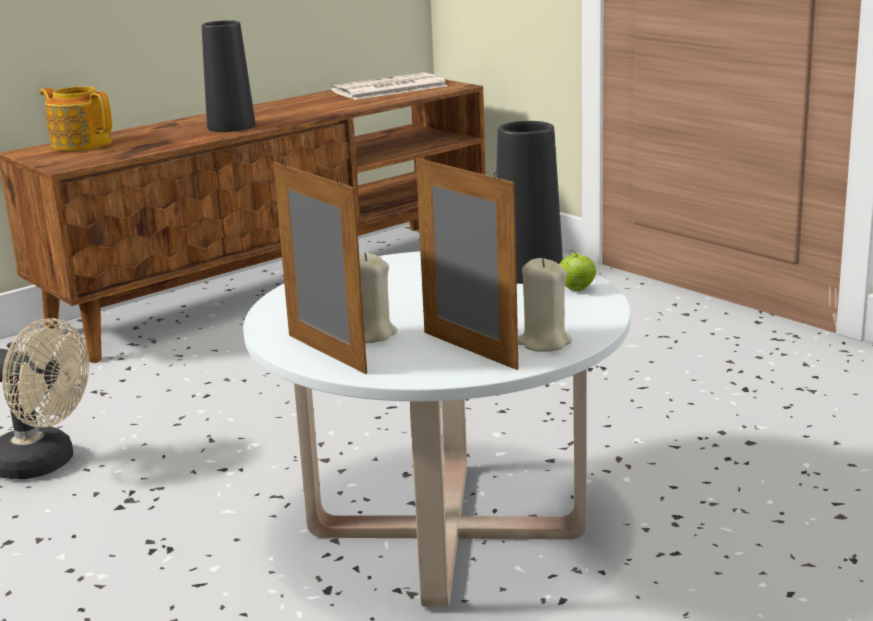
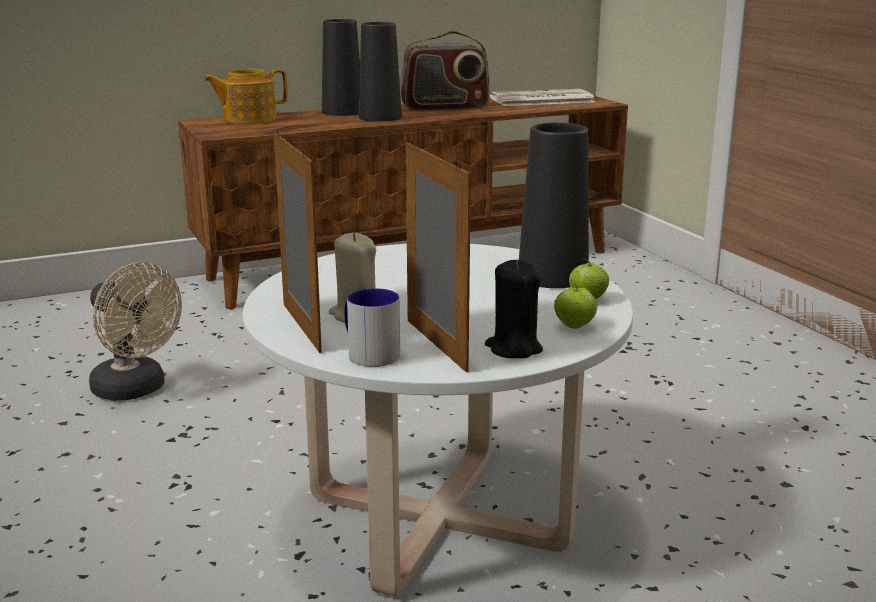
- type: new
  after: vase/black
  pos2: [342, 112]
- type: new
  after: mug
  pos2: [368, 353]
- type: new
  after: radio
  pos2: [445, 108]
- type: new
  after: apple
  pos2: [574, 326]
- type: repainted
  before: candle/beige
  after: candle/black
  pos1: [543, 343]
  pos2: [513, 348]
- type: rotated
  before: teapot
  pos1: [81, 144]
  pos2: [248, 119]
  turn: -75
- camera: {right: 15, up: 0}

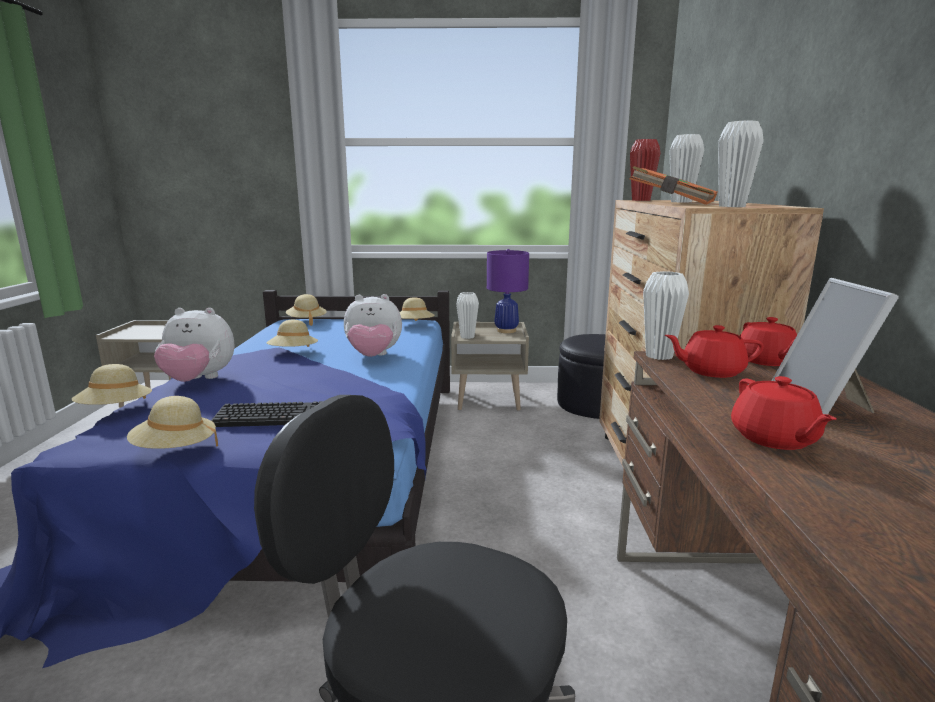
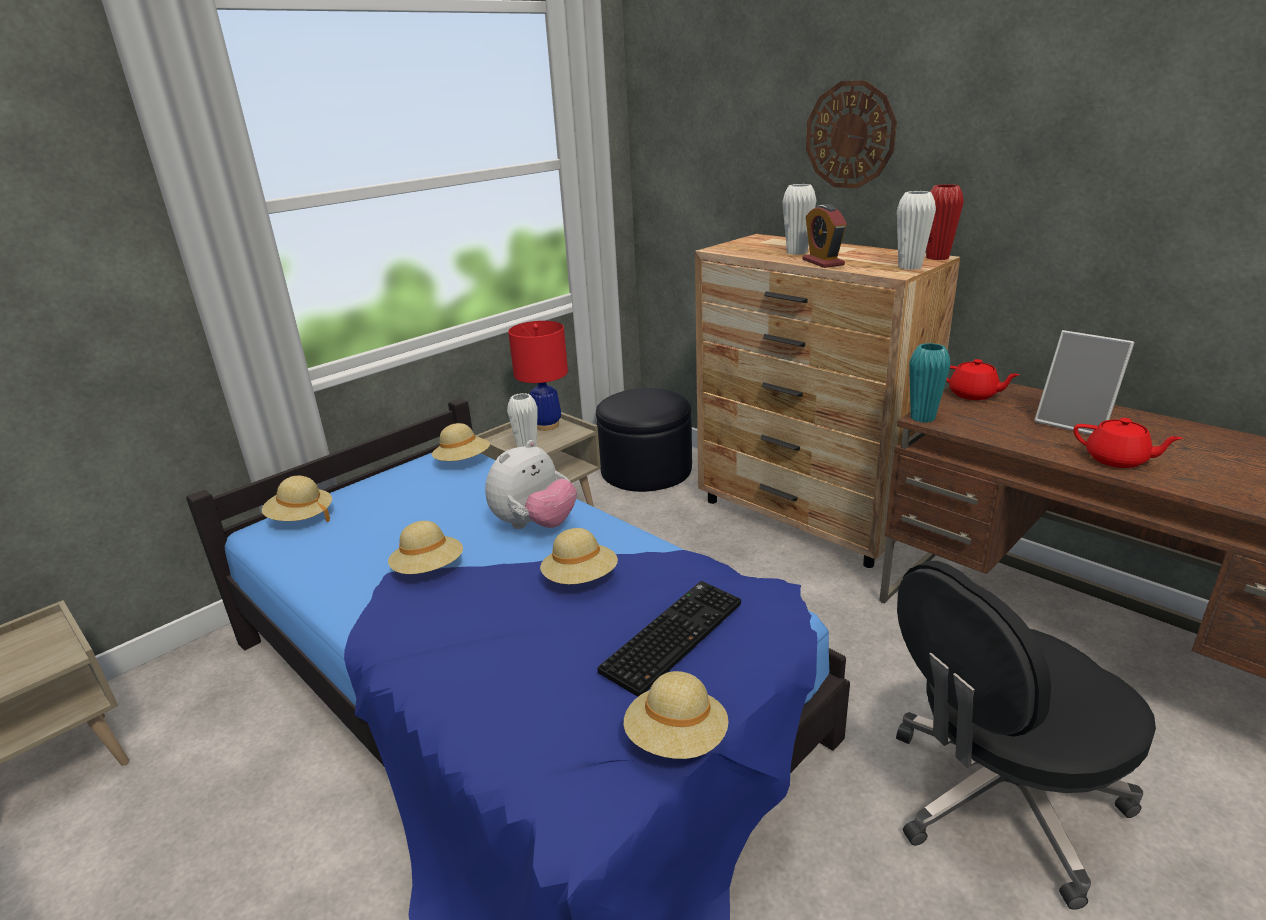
- type: gone
  before: plush toy
  pos1: [199, 380]
- type: gone
  before: teapot/red
  pos1: [711, 371]
- type: new
  after: wall clock
  pos2: [850, 135]
- type: shifted
  before: hat/beige
  pos1: [116, 410]
  pos2: [580, 579]
- type: shifted
  before: vase/red
  pos1: [641, 200]
  pos2: [937, 258]
- type: swapped
  before: book/orange
  after: alarm clock
  pos1: [672, 203]
  pos2: [823, 262]
- type: repainted
  before: table lamp/purple
  after: table lamp/red
  pos1: [506, 330]
  pos2: [546, 425]
- type: repainted
  before: vase/white
  after: vase/turquoise
  pos1: [659, 356]
  pos2: [922, 418]
- camera: {right: -45, up: 10}

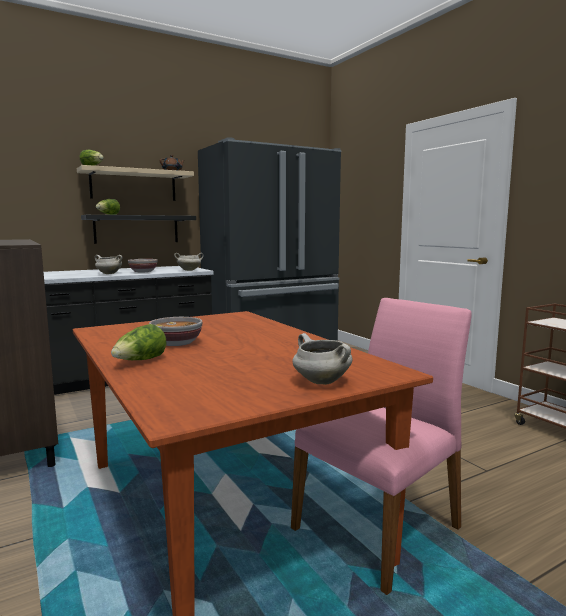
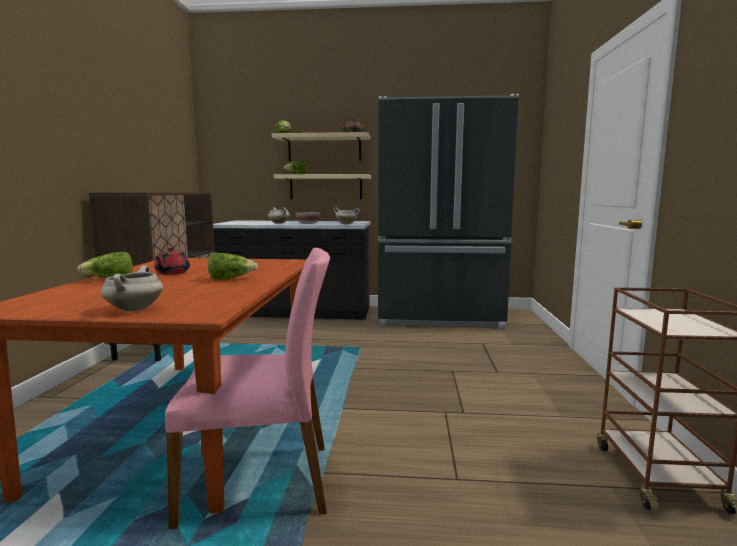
- type: new
  after: lettuce
  pos2: [230, 279]
- type: swapped
  before: bowl
  after: teapot/red
  pos1: [177, 343]
  pos2: [172, 273]
- type: repainted
  before: shelf/black
  after: shelf/beige
  pos1: [136, 229]
  pos2: [326, 187]
- camera: {right: 35, up: 0}

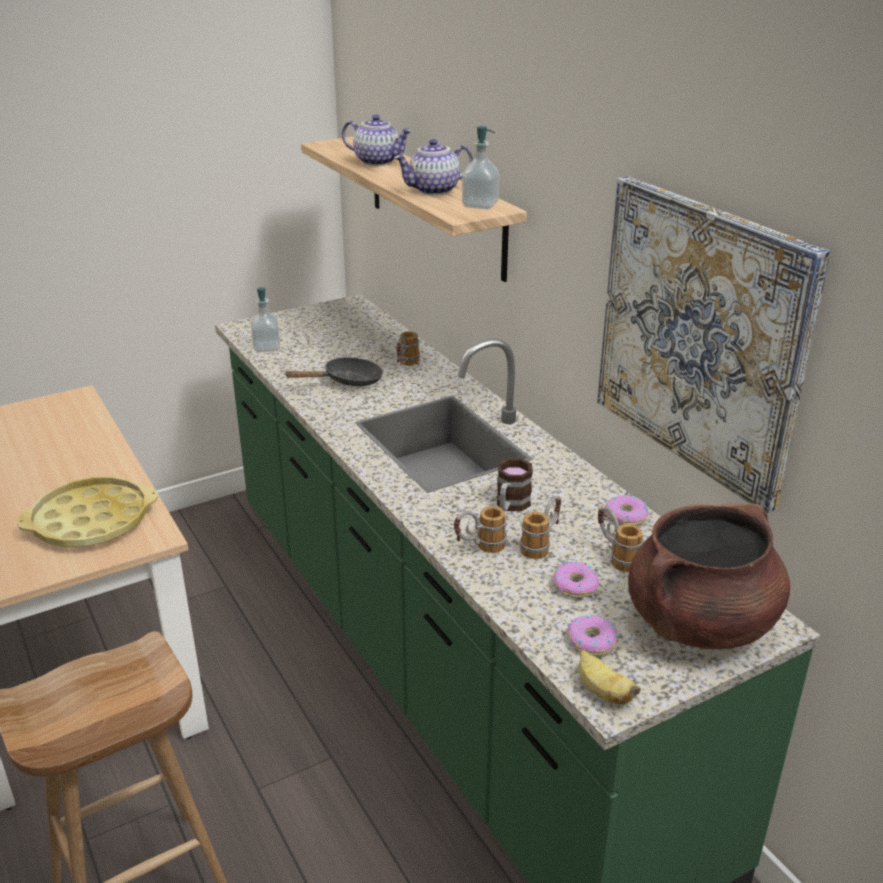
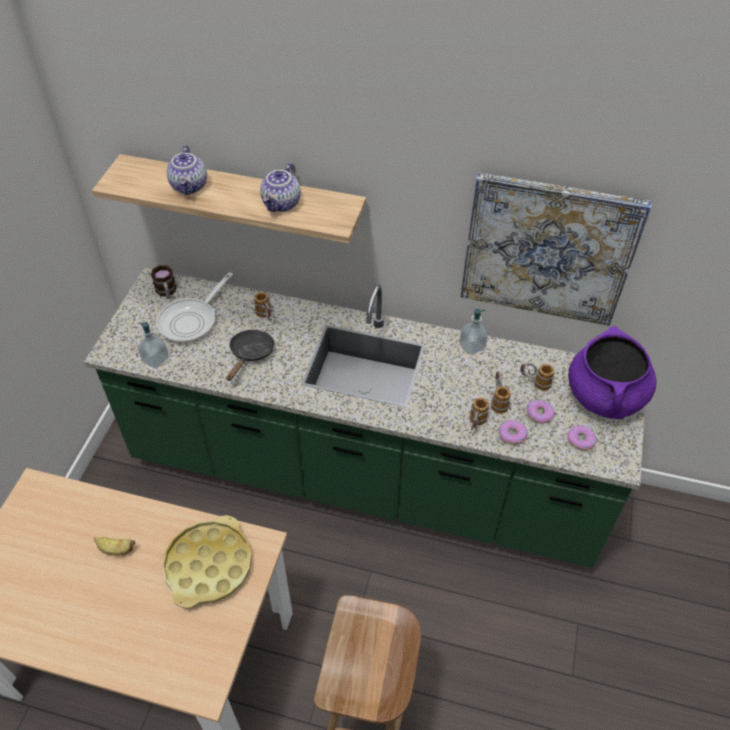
- type: new
  after: frying pan
  pos2: [191, 321]
- type: shifted
  before: soap dispenser
  pos1: [480, 205]
  pos2: [472, 346]
- type: shifted
  before: mug
  pos1: [510, 506]
  pos2: [167, 292]
- type: shifted
  before: banana
  pos1: [602, 692]
  pos2: [116, 550]
- type: shifted
  before: donut
  pos1: [626, 516]
  pos2: [512, 435]
- type: repainted
  before: cooking pot/brown
  after: cooking pot/purple
  pos1: [700, 624]
  pos2: [605, 396]
- type: rotated
  before: teapot
  pos1: [378, 161]
  pos2: [190, 186]
  turn: 105
- camera: {right: -45, up: 20}

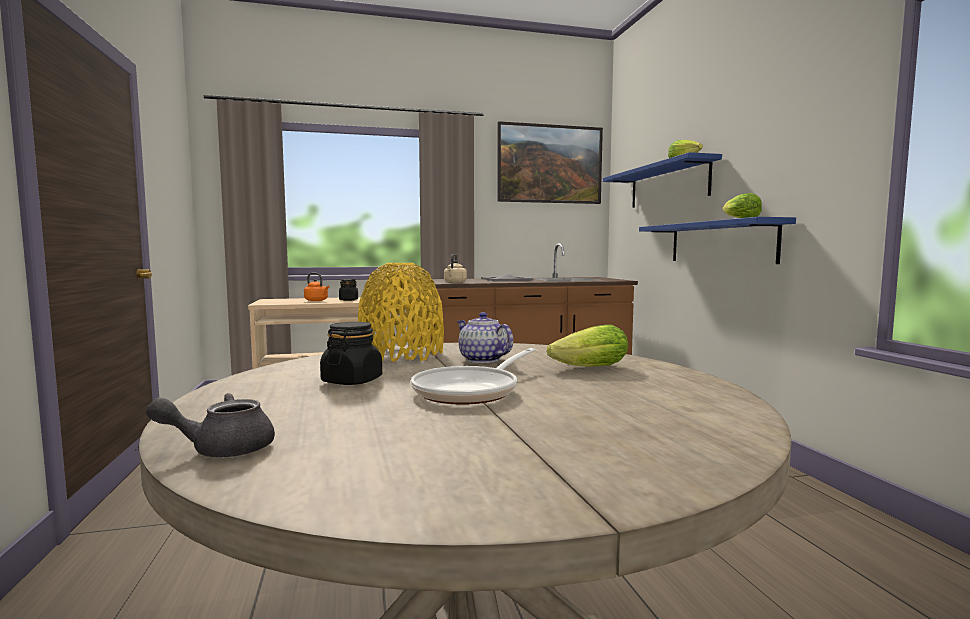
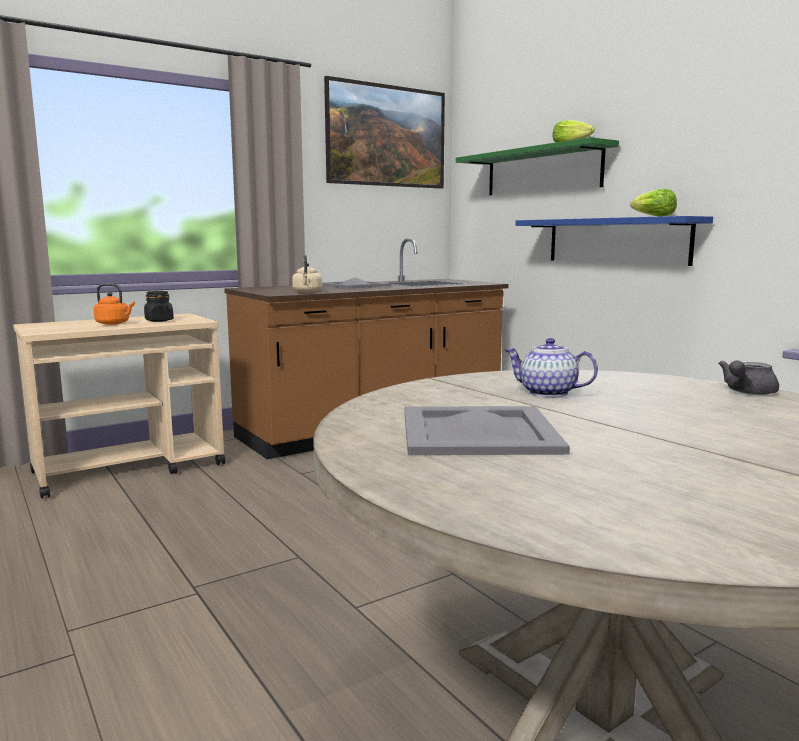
- type: gone
  before: vase/yellow
  pos1: [401, 354]
- type: gone
  before: frying pan
  pos1: [471, 391]
- type: gone
  before: lettuce
  pos1: [585, 368]
- type: shifted
  before: teapot/grey
  pos1: [222, 449]
  pos2: [746, 392]
- type: swapped
  before: jar/black
  after: tray/grey
  pos1: [352, 381]
  pos2: [479, 432]
- type: repainted
  before: shelf/blue
  after: shelf/green
  pos1: [668, 185]
  pos2: [542, 171]
- camera: {right: -20, up: 5}

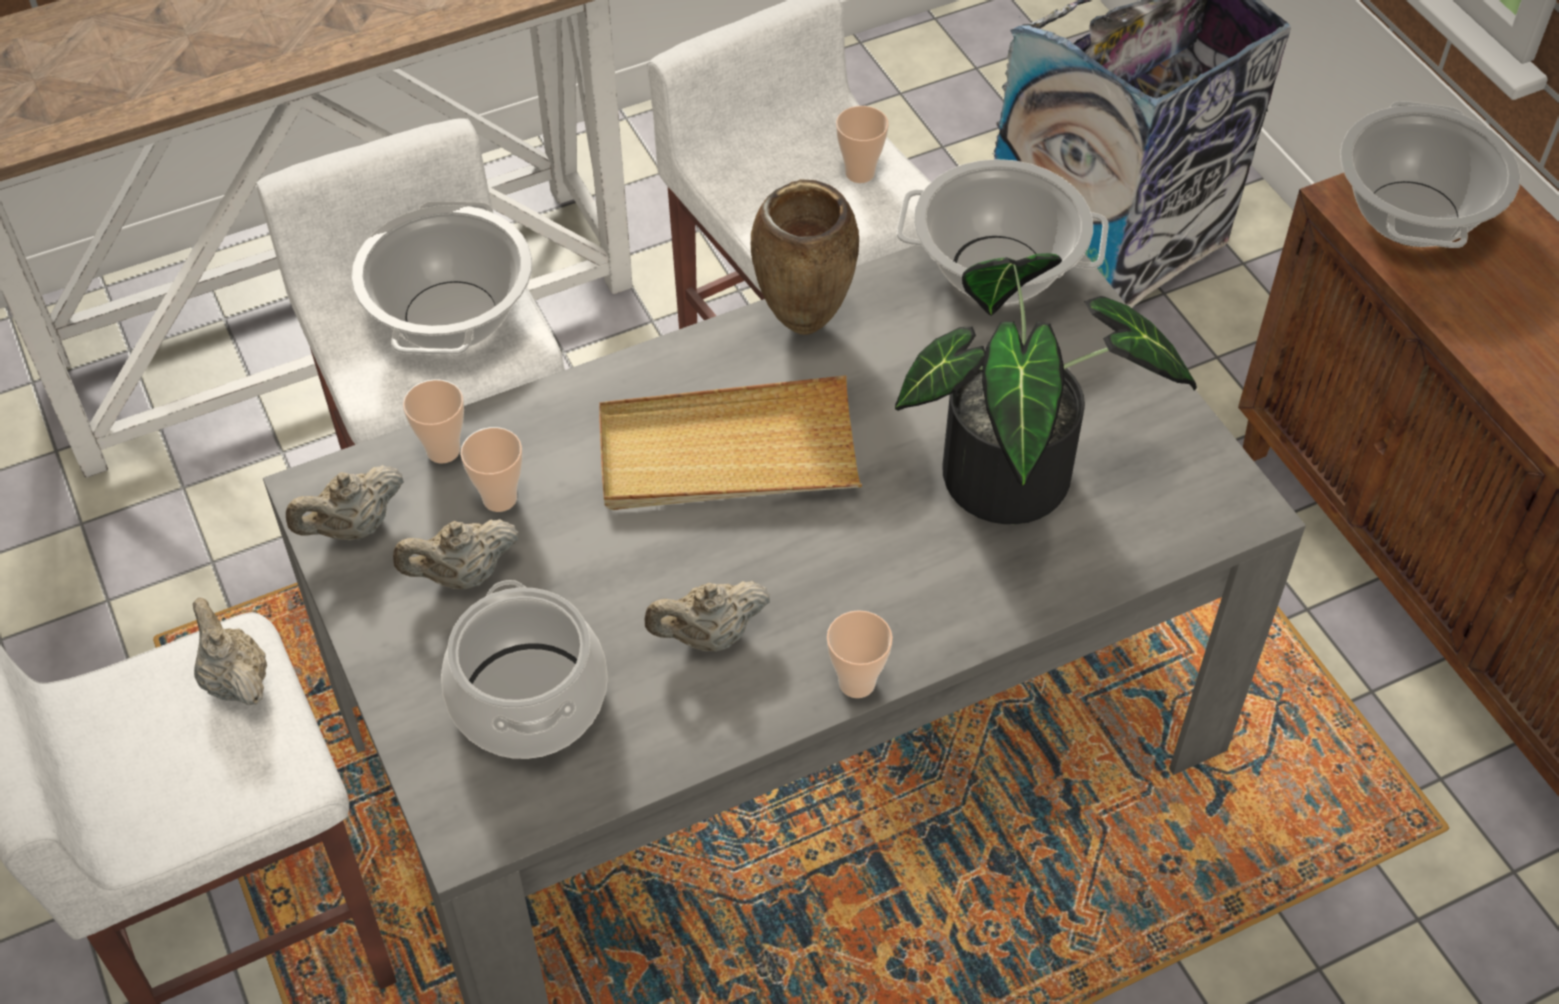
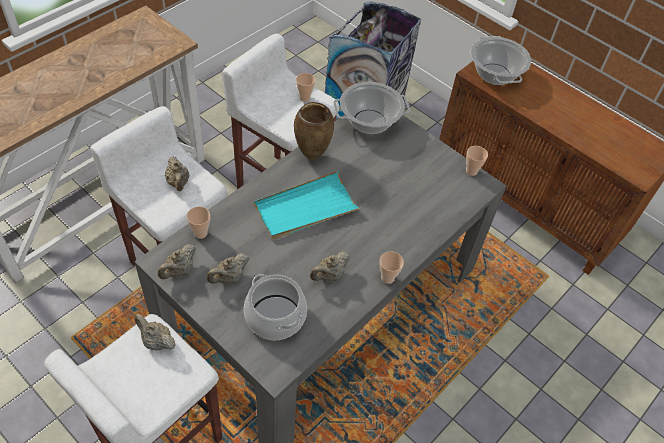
- type: gone
  before: potted plant
  pos1: [1021, 483]
- type: shifted
  before: cup
  pos1: [500, 498]
  pos2: [471, 171]
- type: swapped
  before: cooking pot
  after: teapot/beige
  pos1: [452, 317]
  pos2: [178, 183]
- type: repainted
  before: tray/beige
  after: tray/turquoise
  pos1: [727, 453]
  pos2: [306, 208]
- camera: {right: -25, up: 0}

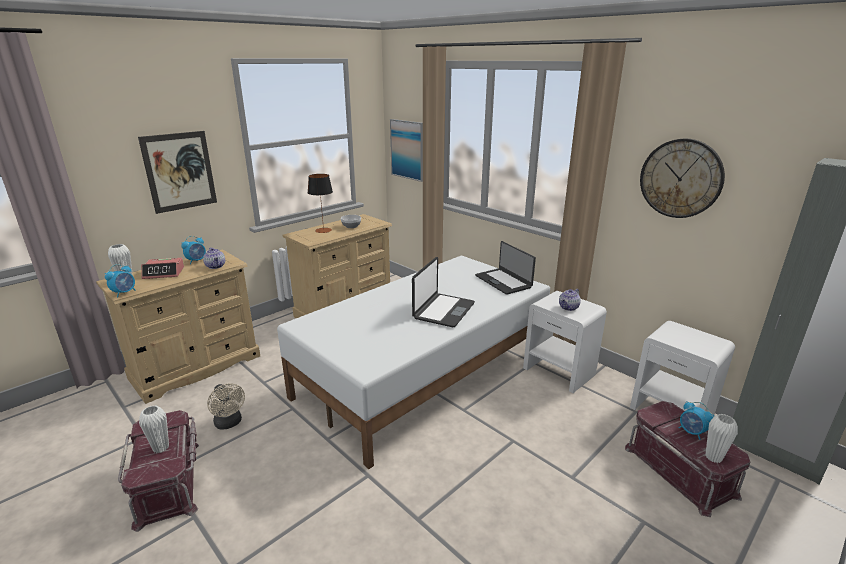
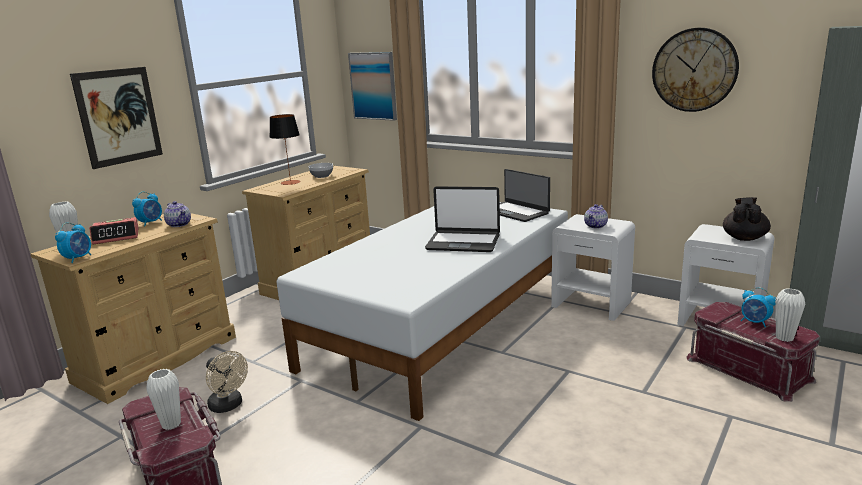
- type: new
  after: teapot/black
  pos2: [744, 238]
- type: rotated
  before: laptop
  pos1: [443, 311]
  pos2: [463, 242]
  turn: 90
- camera: {right: -10, up: -5}

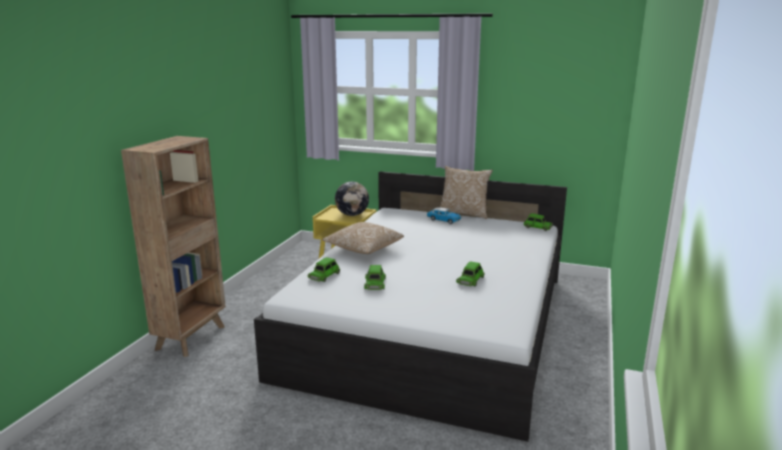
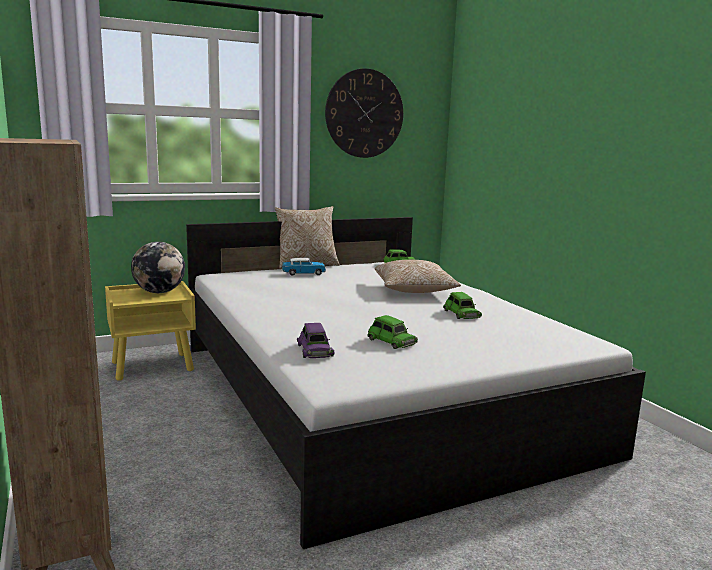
- type: new
  after: wall clock
  pos2: [364, 113]
- type: shifted
  before: pillow
  pos1: [363, 249]
  pos2: [414, 291]
- type: repainted
  before: toy car/green
  after: toy car/purple
  pos1: [324, 275]
  pos2: [314, 350]
- camera: {right: -45, up: -5}

